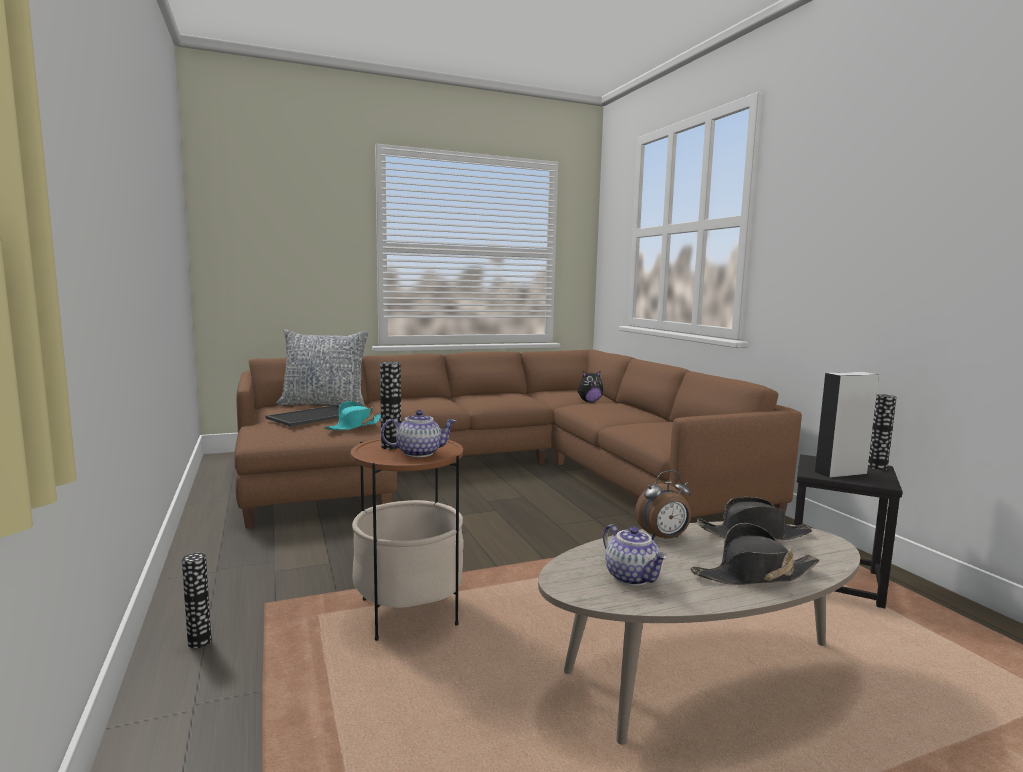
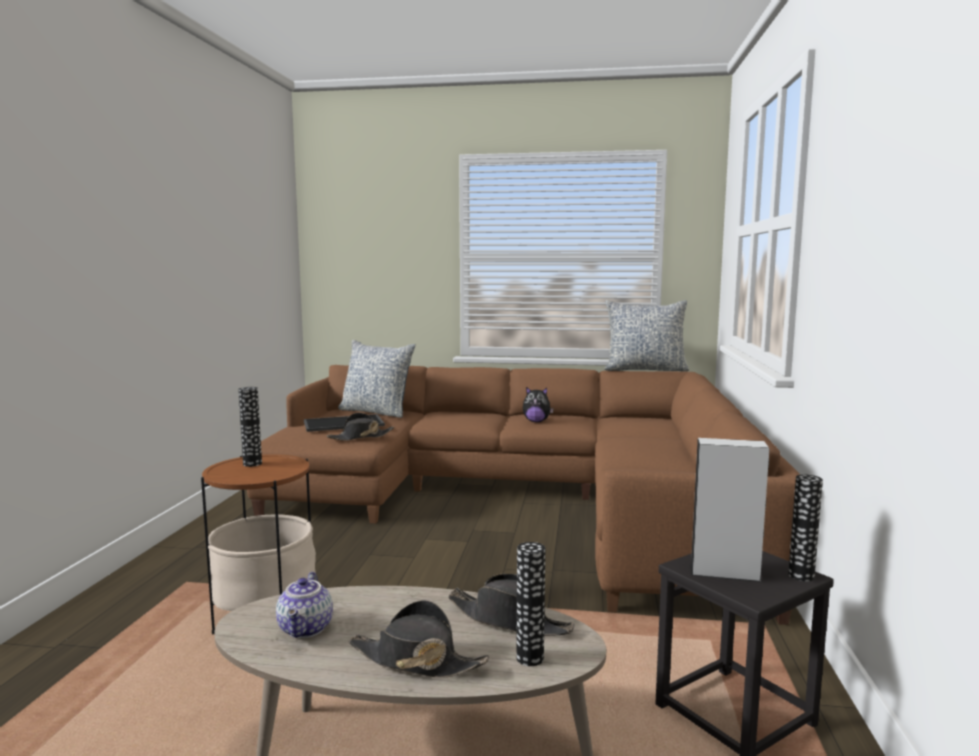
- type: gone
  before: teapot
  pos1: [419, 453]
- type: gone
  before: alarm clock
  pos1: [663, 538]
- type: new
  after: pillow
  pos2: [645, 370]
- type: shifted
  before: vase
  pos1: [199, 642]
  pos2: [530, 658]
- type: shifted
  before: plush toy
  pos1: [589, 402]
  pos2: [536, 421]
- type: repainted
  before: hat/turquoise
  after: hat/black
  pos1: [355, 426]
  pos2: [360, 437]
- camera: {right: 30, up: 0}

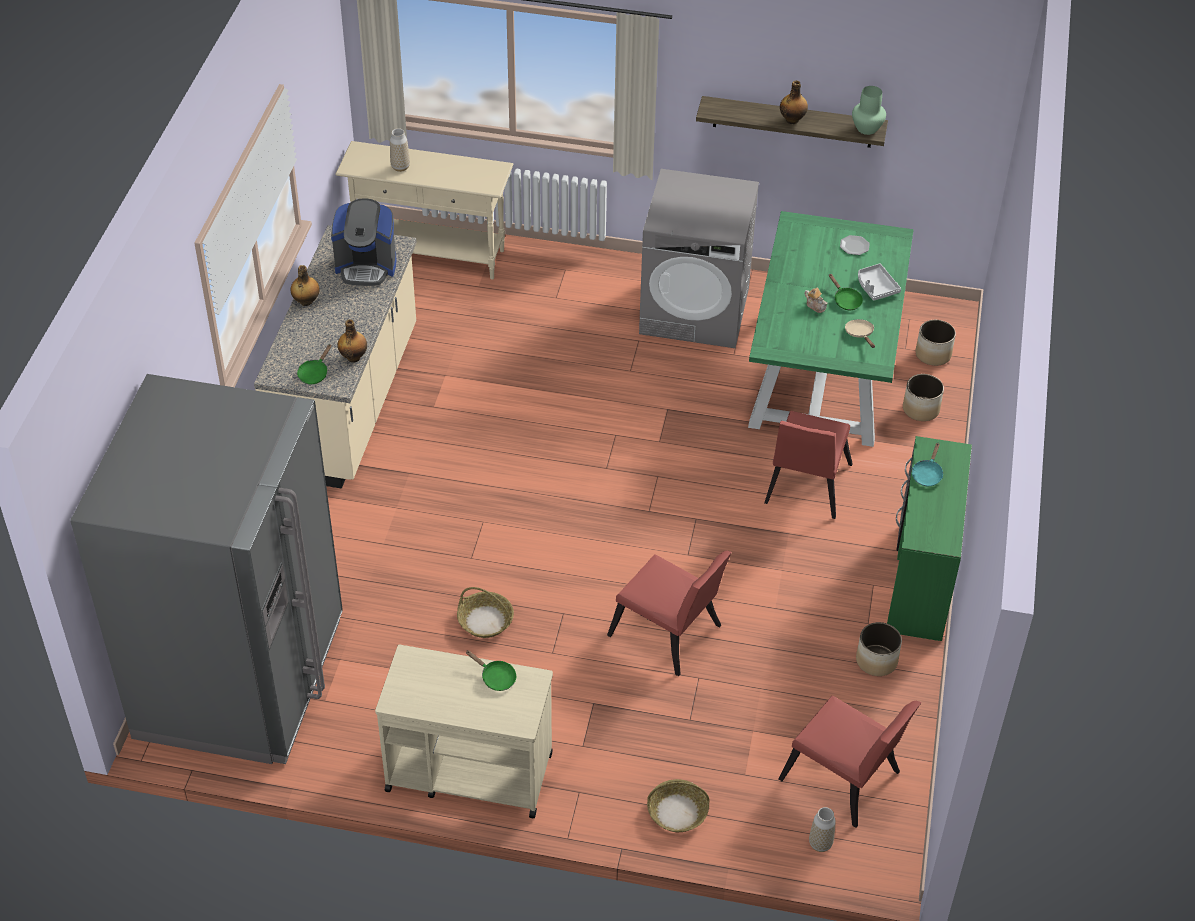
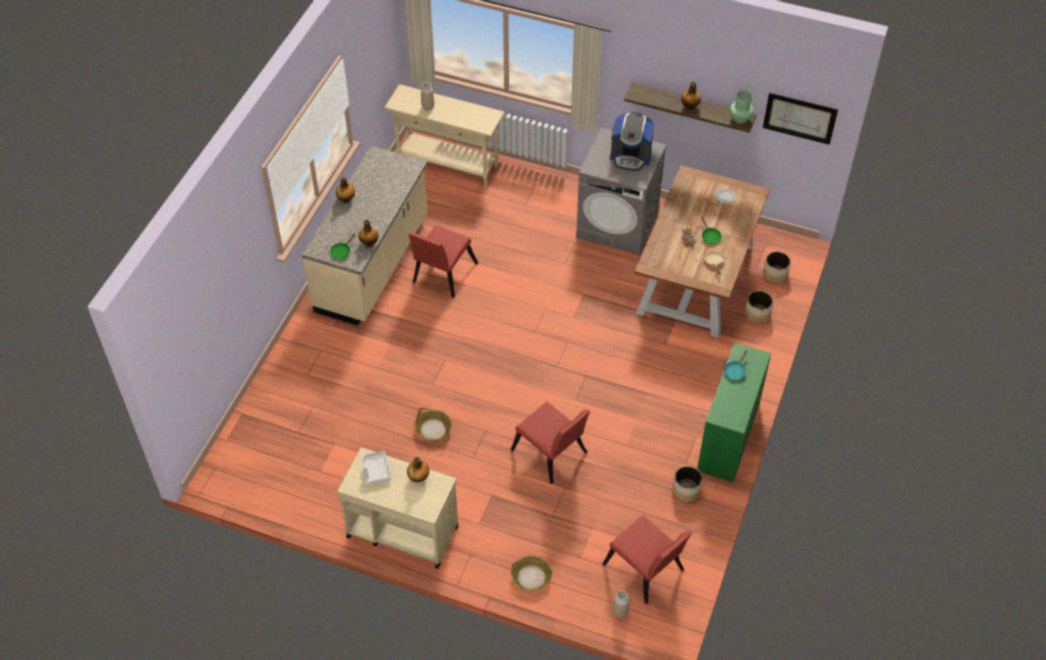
- type: gone
  before: fridge/grey
  pos1: [240, 678]
- type: new
  after: picture
  pos2: [799, 118]
- type: shifted
  before: coffee machine
  pos1: [366, 266]
  pos2: [630, 156]
- type: shifted
  before: chair/red
  pos1: [805, 488]
  pos2: [442, 275]
- type: shifted
  before: tray/grey
  pos1: [876, 287]
  pos2: [376, 470]
- type: swapped
  before: frying pan/green
  after: bottle
  pos1: [495, 677]
  pos2: [418, 478]
- type: repainted
  before: dining table/green
  after: dining table/brown
  pos1: [822, 370]
  pos2: [695, 277]
- camera: {right: 10, up: 5}

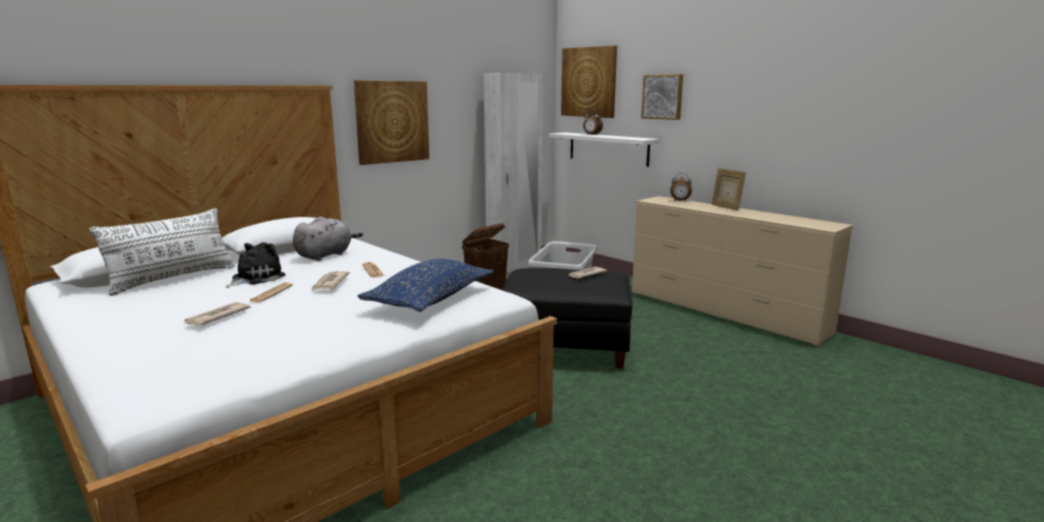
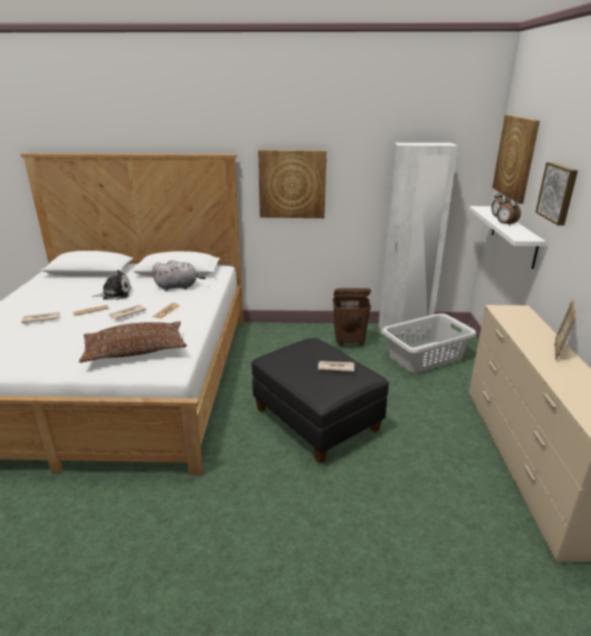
- type: gone
  before: pillow/white
  pos1: [173, 279]
- type: shifted
  before: alarm clock
  pos1: [680, 201]
  pos2: [505, 224]
- type: repainted
  before: pillow/blue
  after: pillow/brown
  pos1: [430, 300]
  pos2: [135, 351]
- camera: {right: 45, up: 10}

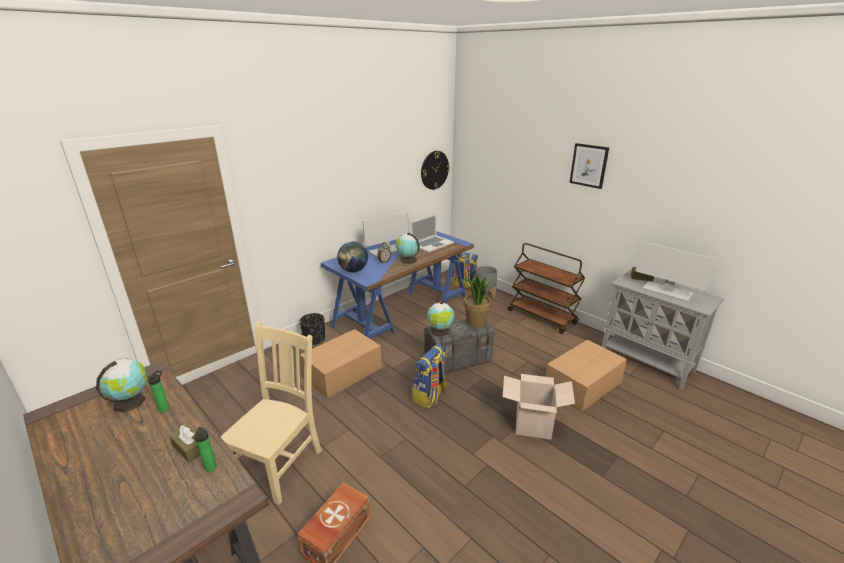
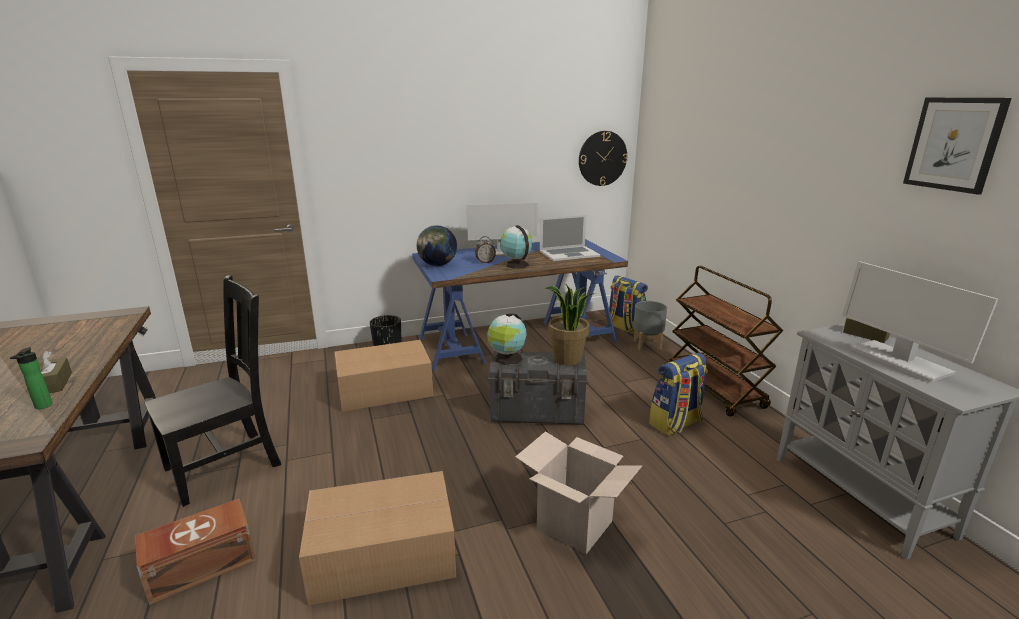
- type: gone
  before: globe
  pos1: [131, 401]
- type: gone
  before: bottle
  pos1: [165, 408]
- type: shifted
  before: backpack
  pos1: [430, 396]
  pos2: [675, 424]
- type: shifted
  before: cardboard box
  pos1: [583, 384]
  pos2: [385, 555]
- type: shifted
  before: picture
  pos1: [589, 165]
  pos2: [954, 144]
- type: repainted
  before: chair/beige
  after: chair/black
  pos1: [280, 464]
  pos2: [227, 465]
- camera: {right: 25, up: -5}

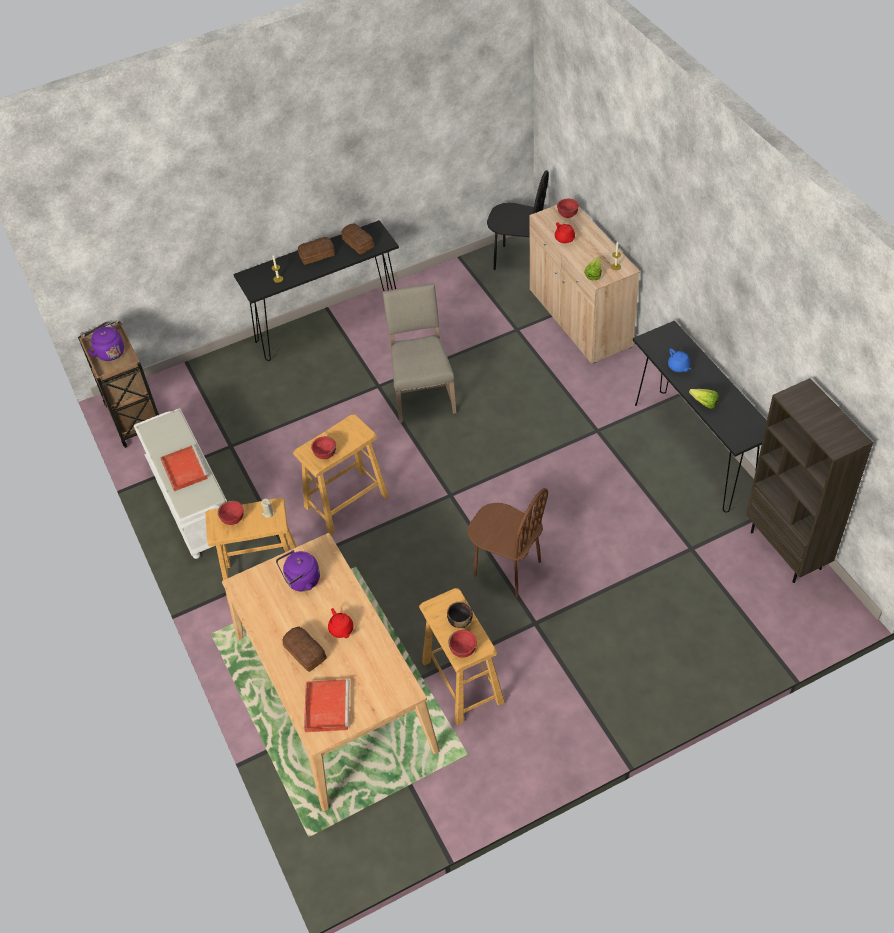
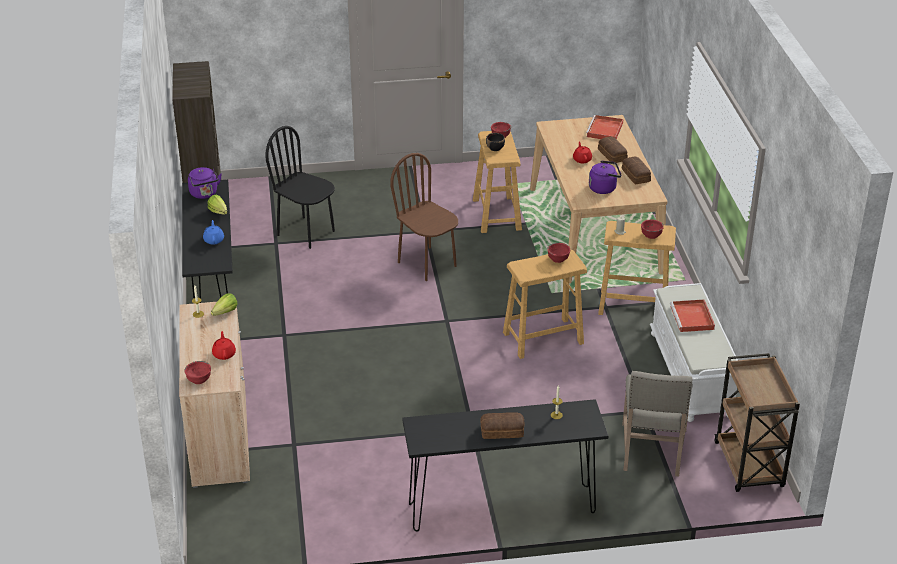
- type: shifted
  before: kettle/purple
  pos1: [109, 352]
  pos2: [204, 194]
- type: shifted
  before: bread
  pos1: [358, 242]
  pos2: [635, 175]
- type: shifted
  before: chair/beige
  pos1: [422, 393]
  pos2: [652, 451]
- type: shifted
  before: chair/black
  pos1: [518, 260]
  pos2: [306, 233]
- camera: {right: -165, up: -15}

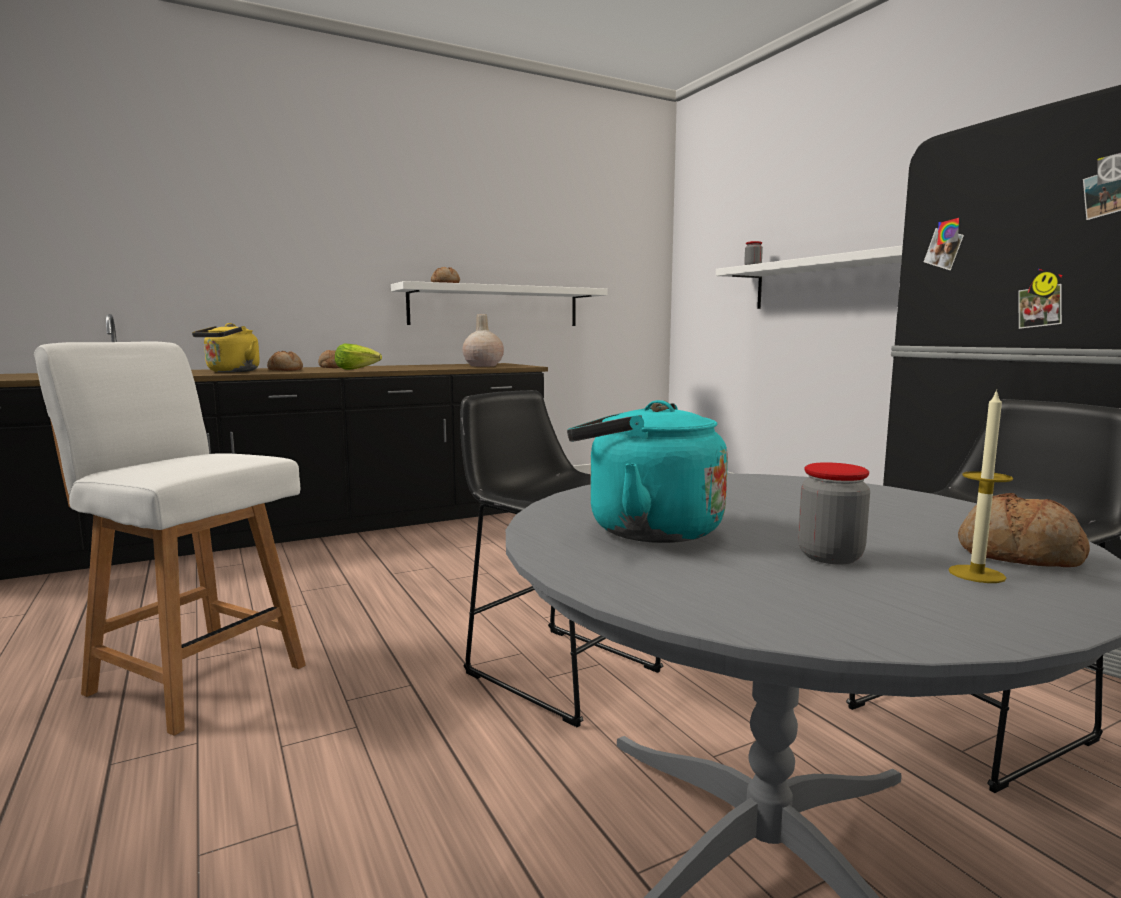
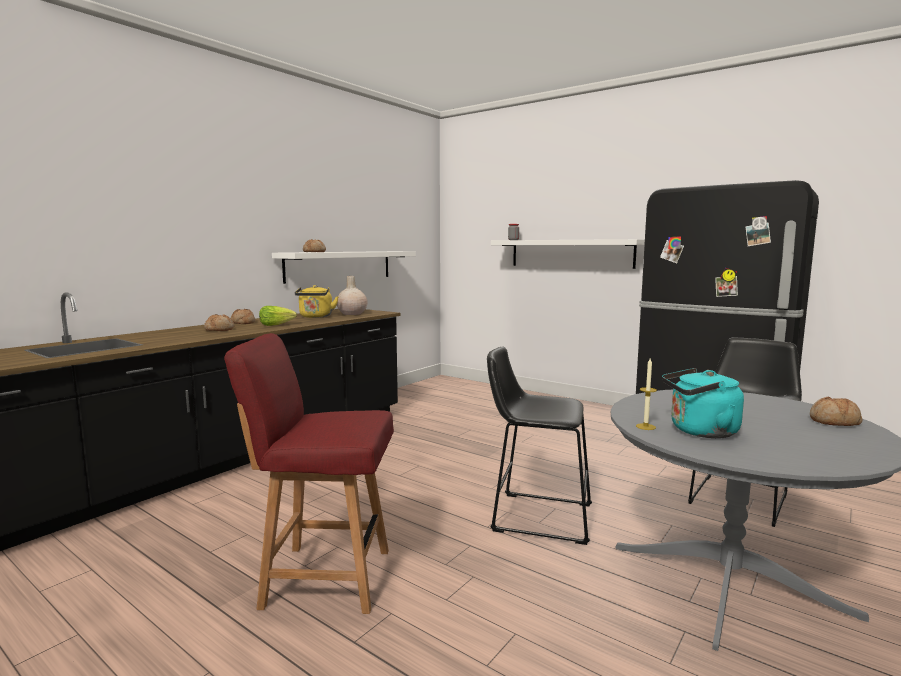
- type: gone
  before: jar
  pos1: [830, 556]
- type: shifted
  before: kettle/yellow
  pos1: [231, 371]
  pos2: [316, 317]
- type: shifted
  before: candle
  pos1: [976, 574]
  pos2: [645, 426]
- type: repainted
  before: chair/white
  after: chair/red
  pos1: [195, 678]
  pos2: [324, 577]
- camera: {right: -25, up: 0}

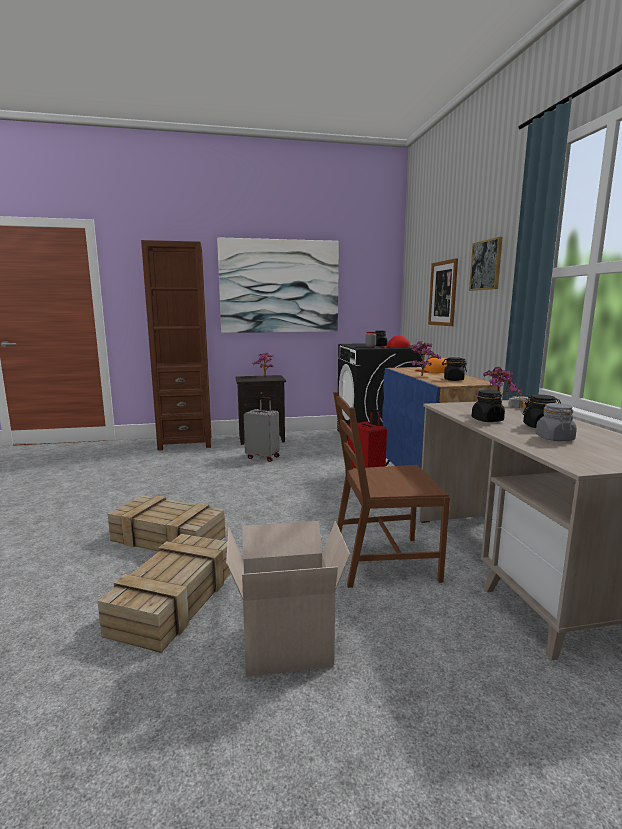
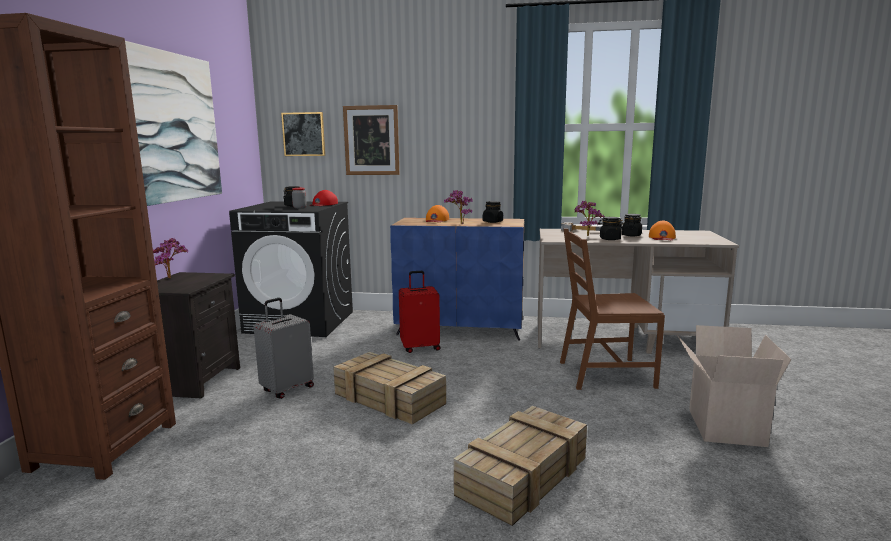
- type: shifted
  before: crate
  pos1: [173, 602]
  pos2: [391, 399]
- type: shifted
  before: picture
  pos1: [486, 265]
  pos2: [304, 134]
- type: swapped
  before: jar/grey
  after: cap/orange
  pos1: [554, 438]
  pos2: [662, 237]
- type: rotated
  before: chair/brown
  pos1: [383, 562]
  pos2: [605, 374]
  turn: 75
- camera: {right: -70, up: 0}

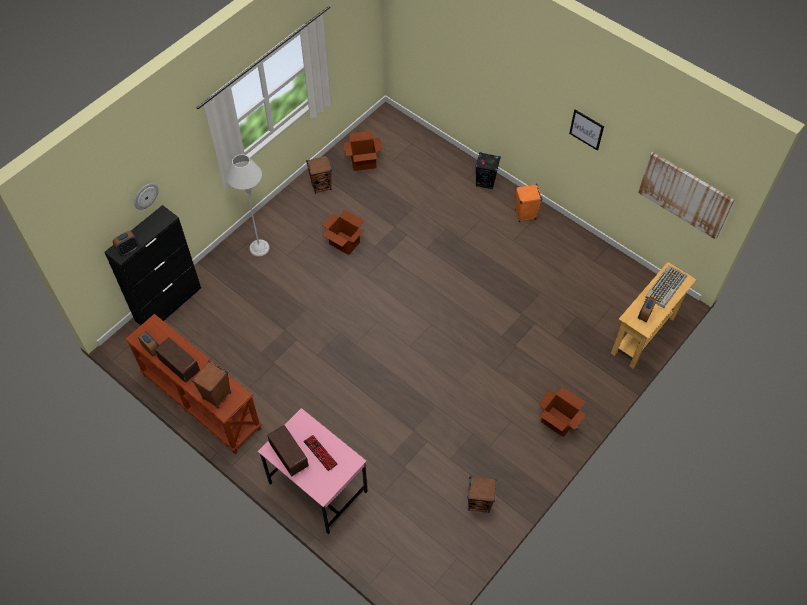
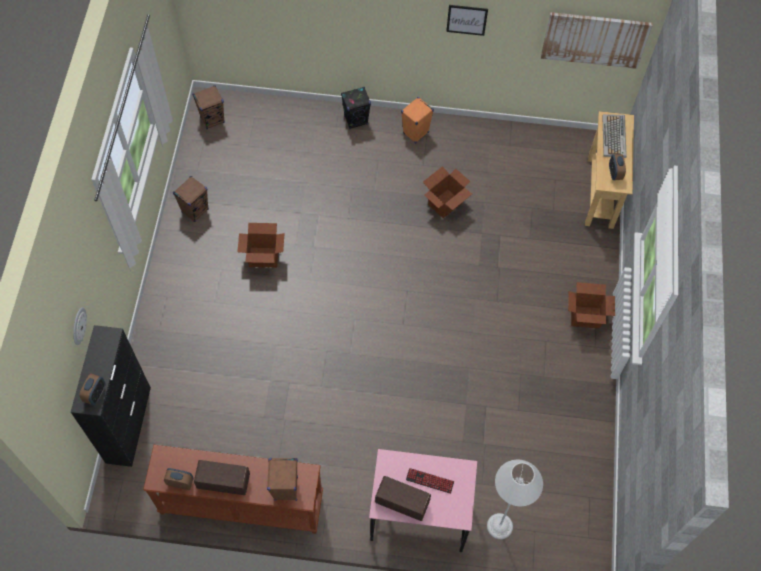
- type: shifted
  before: floor lamp/grey
  pos1: [259, 248]
  pos2: [499, 526]
- type: shifted
  before: cardboard box
  pos1: [363, 162]
  pos2: [445, 204]
- type: shifted
  before: speaker/brown
  pos1: [479, 503]
  pos2: [212, 120]
- camera: {right: -35, up: 5}

